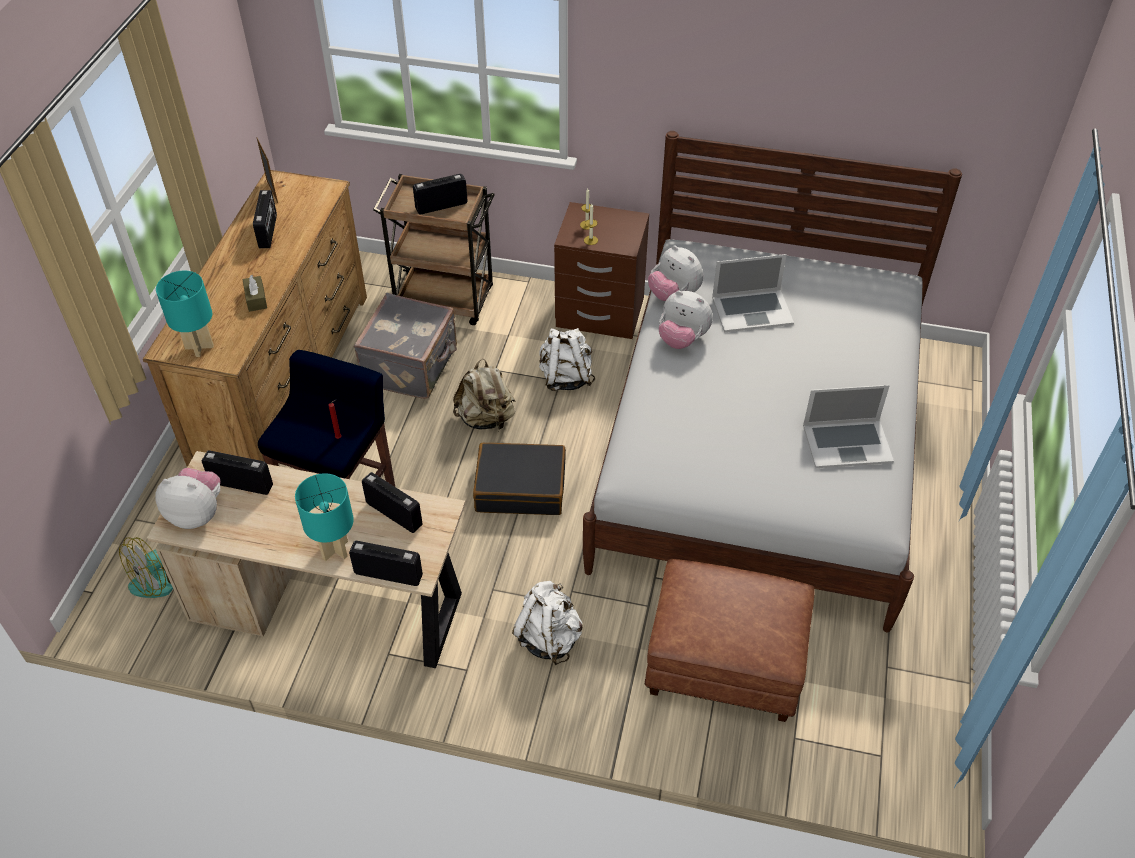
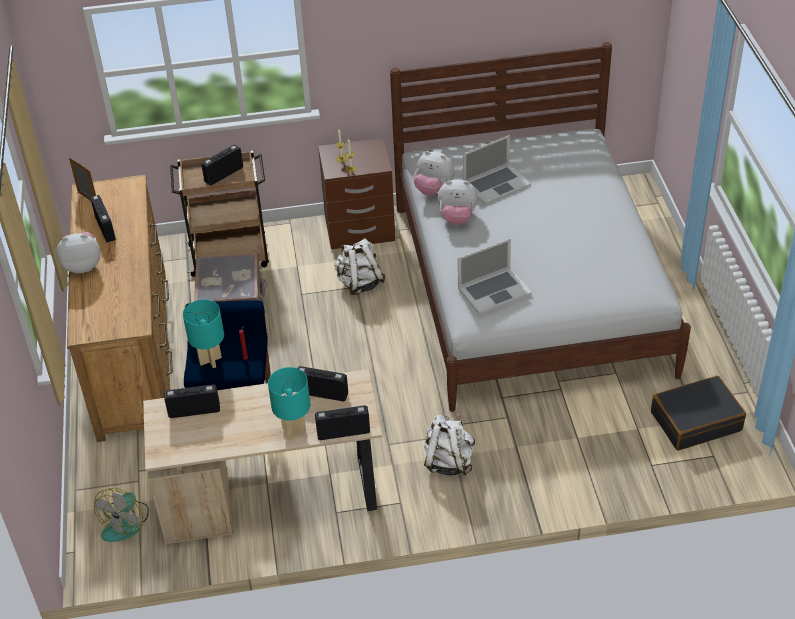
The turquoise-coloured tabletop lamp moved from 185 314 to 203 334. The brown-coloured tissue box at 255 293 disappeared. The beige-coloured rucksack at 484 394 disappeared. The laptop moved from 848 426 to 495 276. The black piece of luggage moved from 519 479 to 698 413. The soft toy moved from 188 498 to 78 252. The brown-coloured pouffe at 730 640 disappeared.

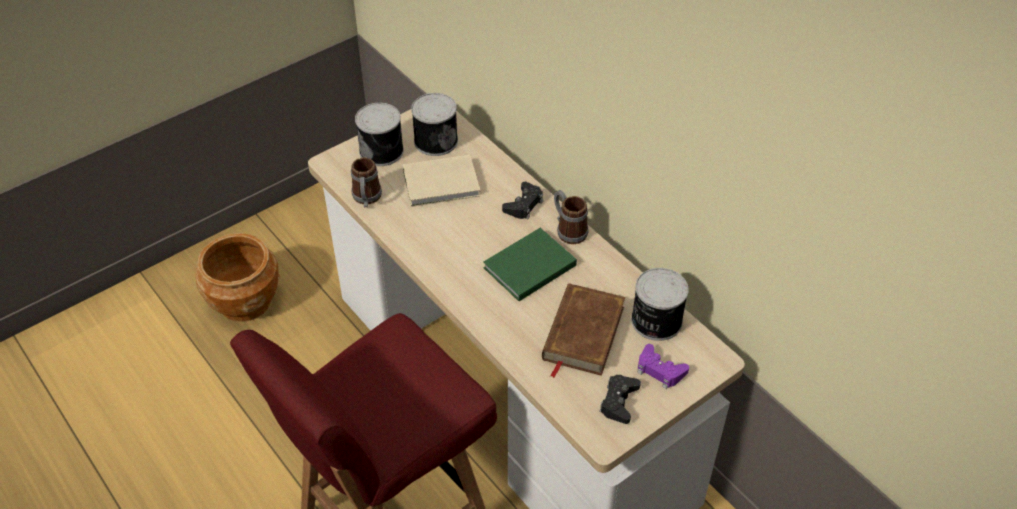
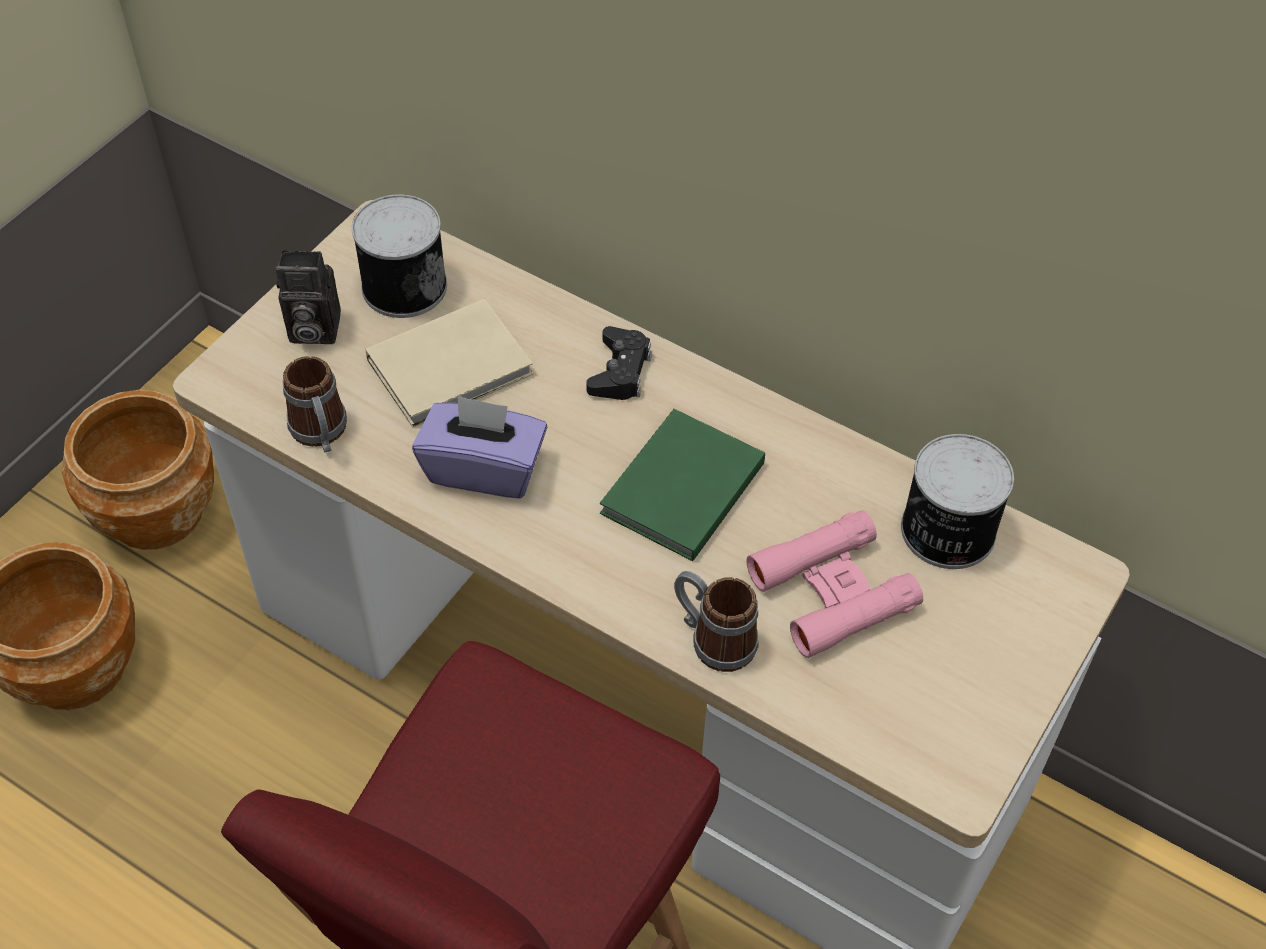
The metal can at 379 134 was replaced by the photo camera at 308 297. The tea mug moved from 571 217 to 716 621. The brown-coloured volume at 583 330 was replaced by the pink-coloured binoculars at 834 584. The purplish gamepad at 663 366 disappeared. The black gamepad at 620 399 disappeared. The brown-coloured planter at 138 470 appeared. The purplish tissue box at 479 447 appeared.

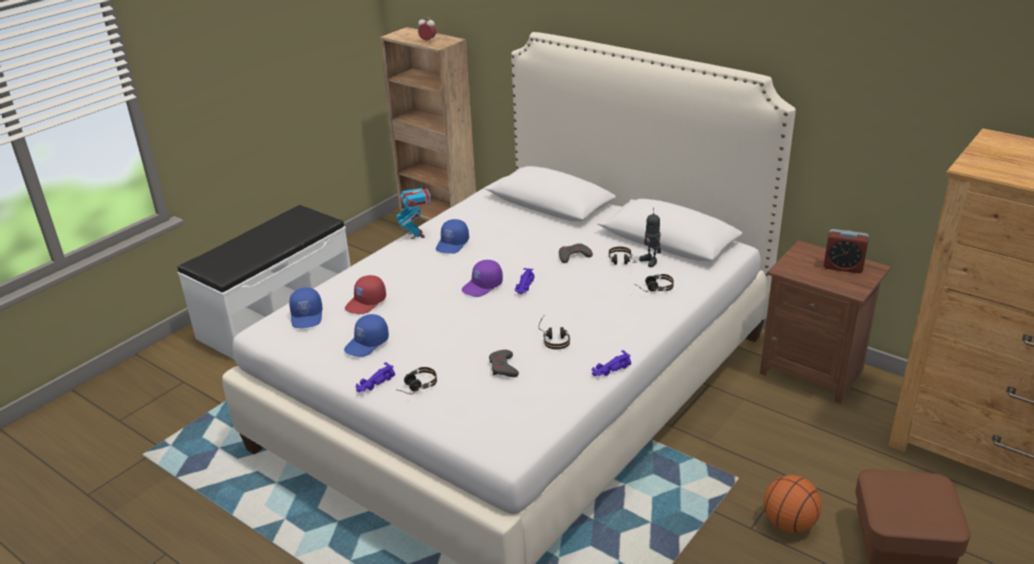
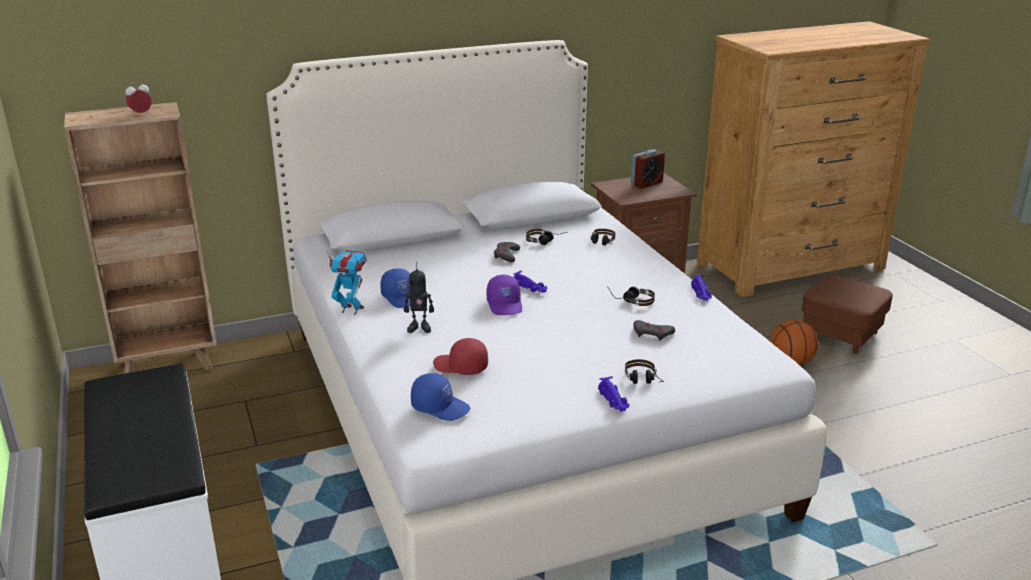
The toy robot moved from 650 237 to 419 297. The red-coloured baseball cap at 365 294 turned 135 degrees clockwise. The blue-coloured baseball cap at 366 335 disappeared.

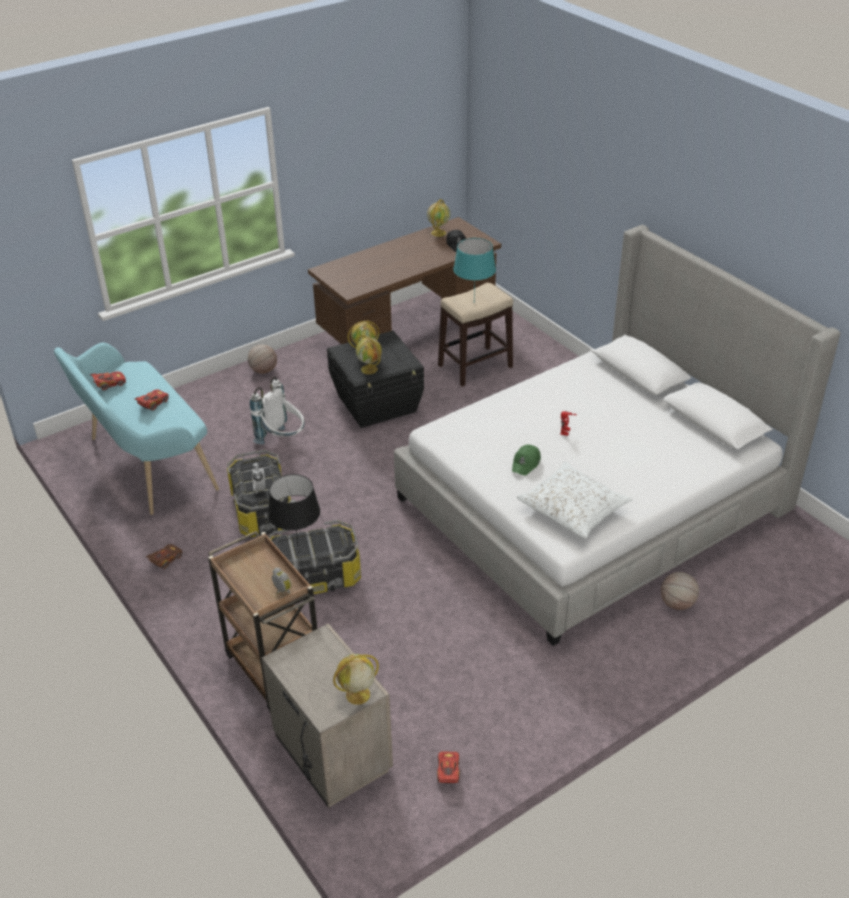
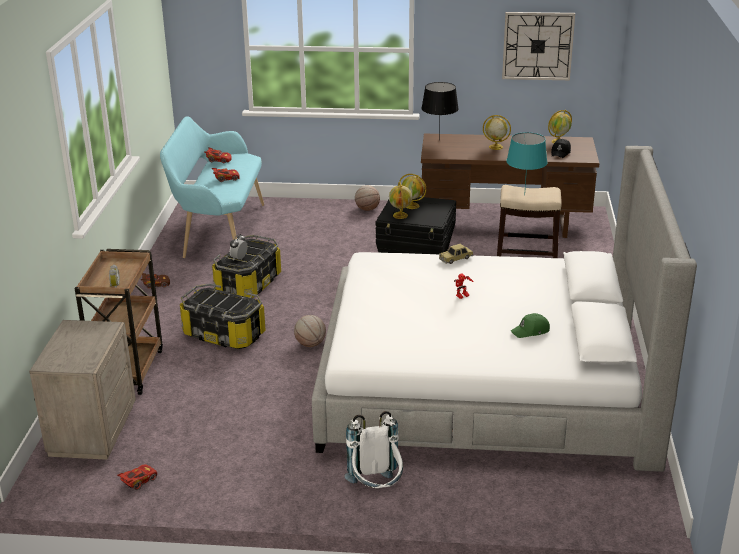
The whitish rucksack moved from 277 410 to 373 449. The greenish baseball cap moved from 526 460 to 530 325. The whitish pillow at 574 500 disappeared. The black tabletop lamp moved from 294 509 to 440 111. The basketball moved from 680 591 to 310 331. The world globe moved from 356 679 to 497 132. The hanging clock at 538 46 appeared. The model car at 456 254 appeared.

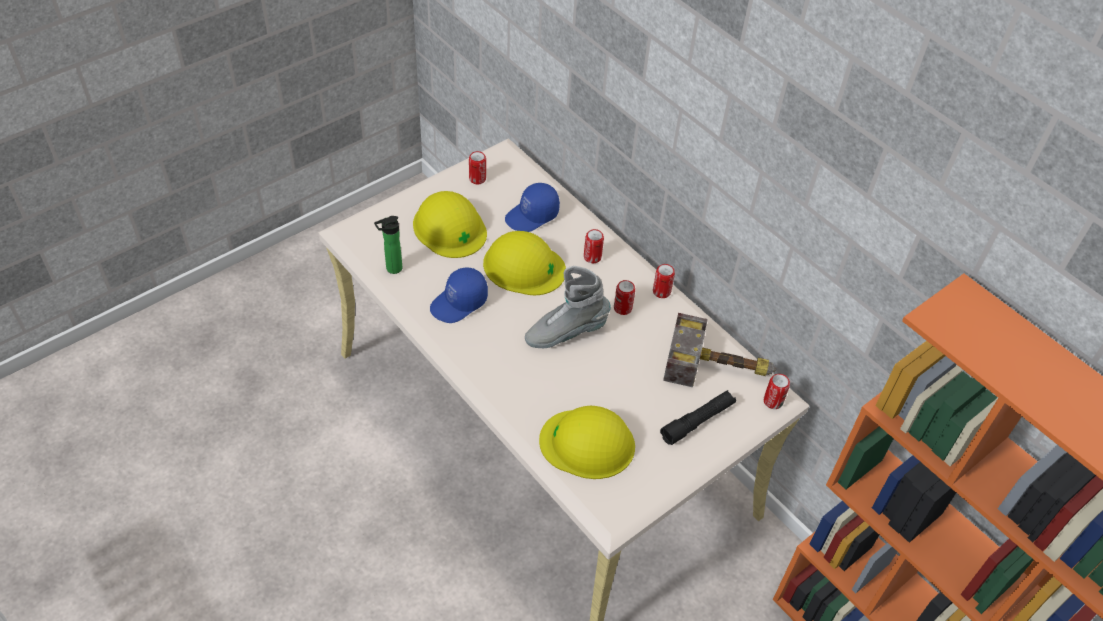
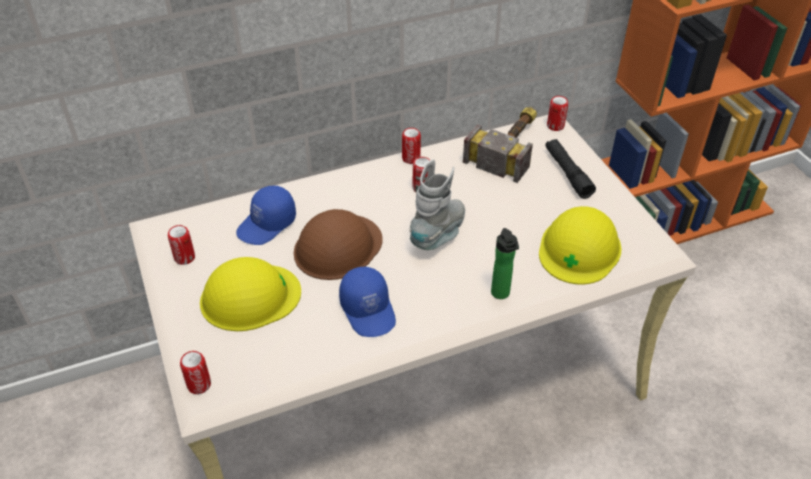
The blue-coloured baseball cap at 532 207 turned 60 degrees clockwise. The bottle moved from 388 245 to 505 263. The metal can moved from 594 246 to 195 372. The yellow-coloured safety helmet at 524 263 became the brown-coloured safety helmet at 338 244. The grey tall boot at 568 307 turned 150 degrees counterclockwise.

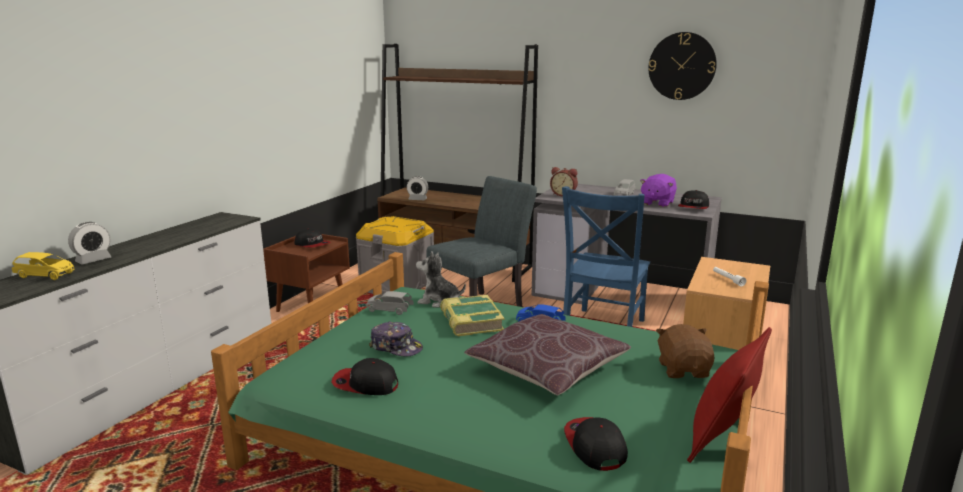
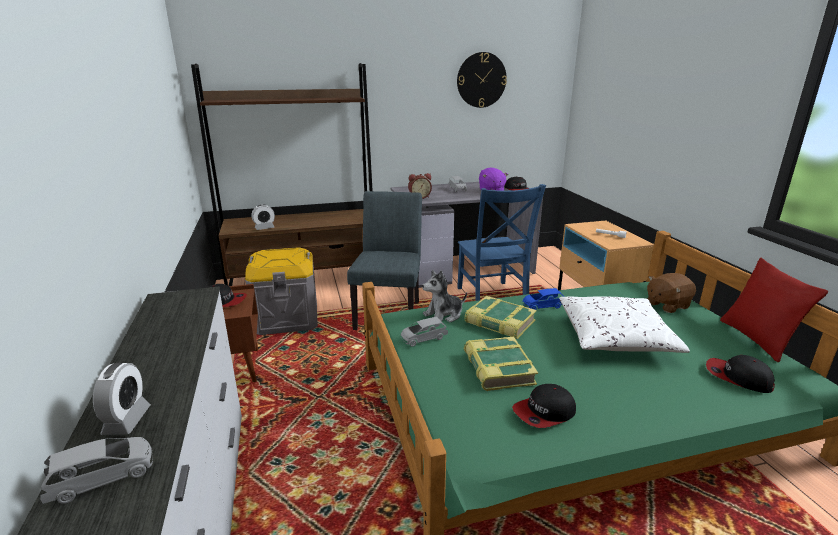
The yellow-coloured model car at 43 266 became the grey model car at 96 470. The brown-coloured pillow at 547 354 became the whitish pillow at 624 324. The baseball cap at 396 338 was replaced by the volume at 501 364. The brown-coloured soft toy at 685 351 turned 75 degrees counterclockwise.

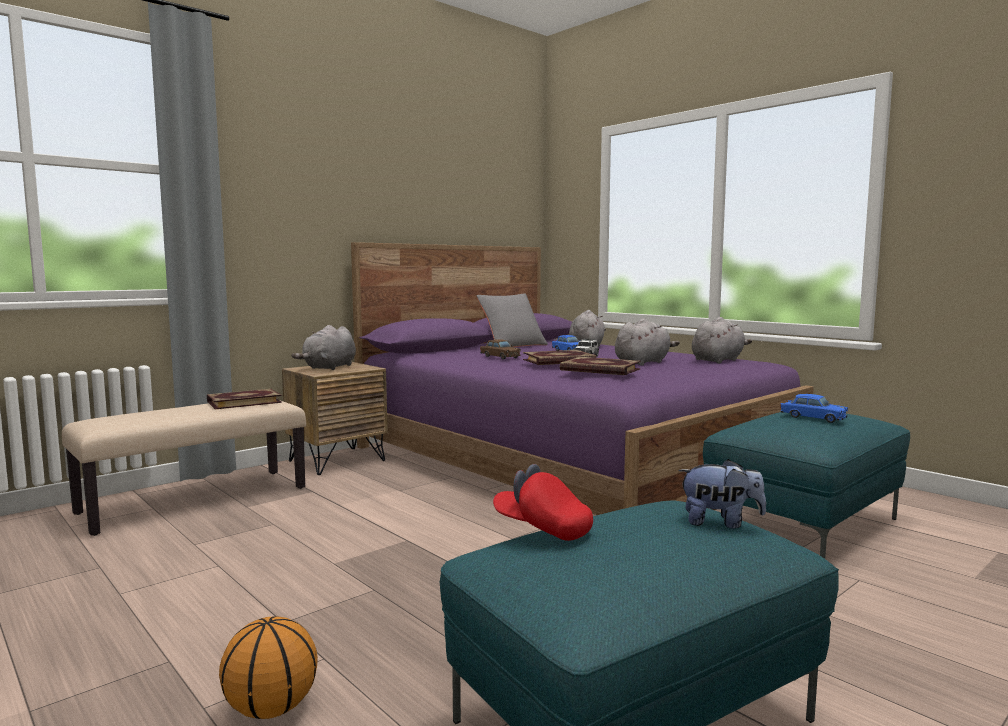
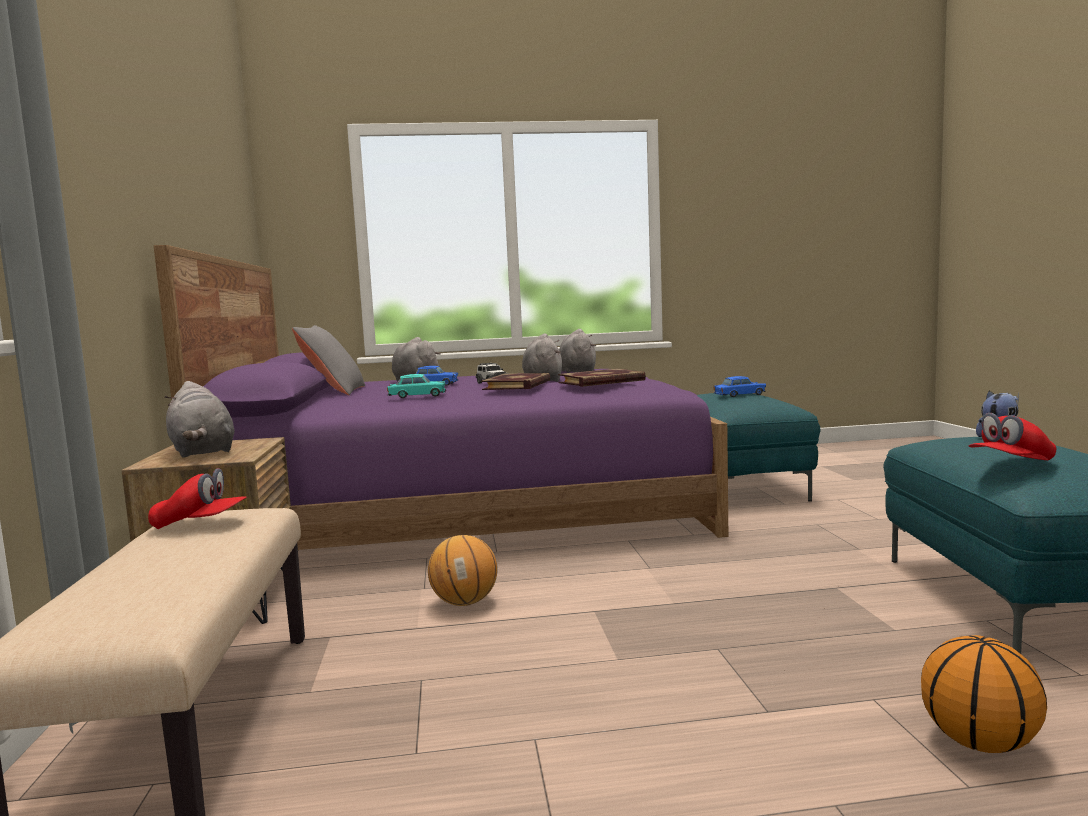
The brown-coloured model car at 500 349 became the turquoise-coloured model car at 416 386. The volume at 244 399 was replaced by the red-coloured baseball cap at 197 498. The basketball at 463 570 appeared.

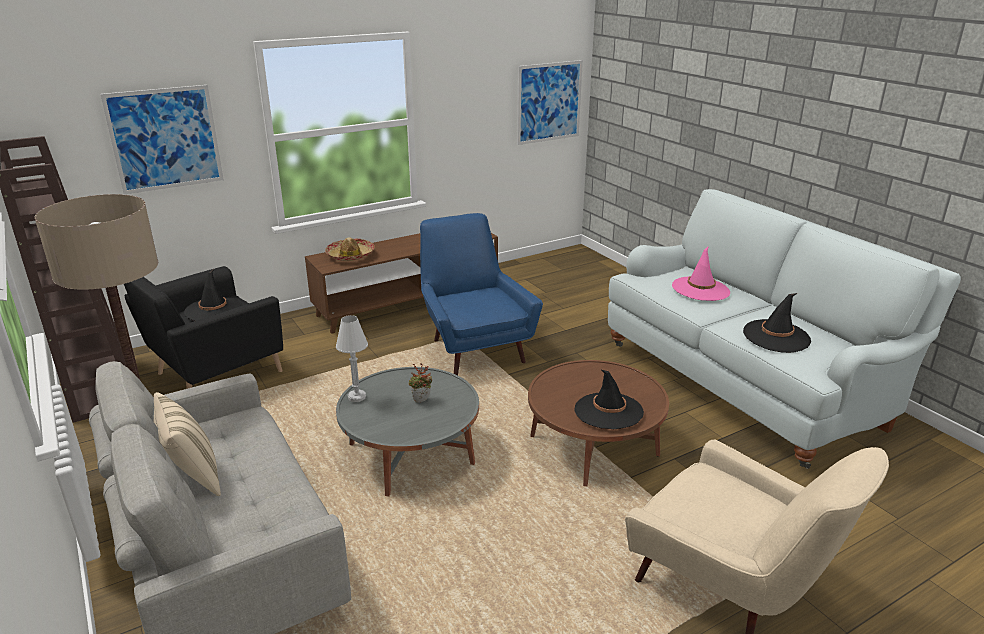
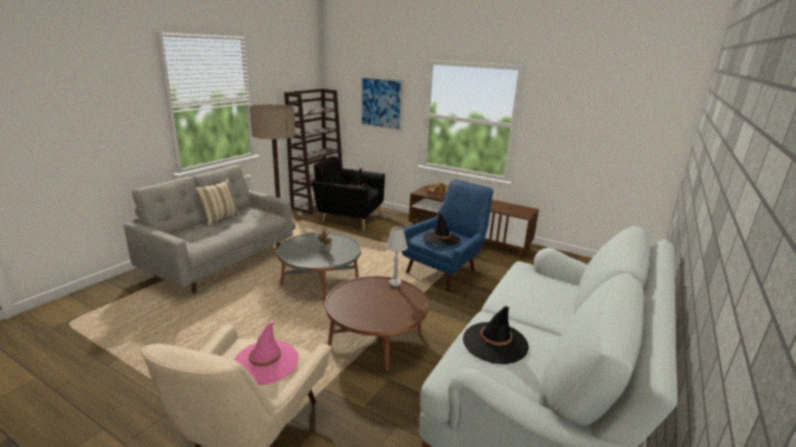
The wall picture at 550 102 disappeared. The pink-coloured clothing hat moved from 701 273 to 266 353. The whitish tabletop lamp moved from 352 358 to 397 256. The black clothing hat moved from 609 399 to 441 228.

